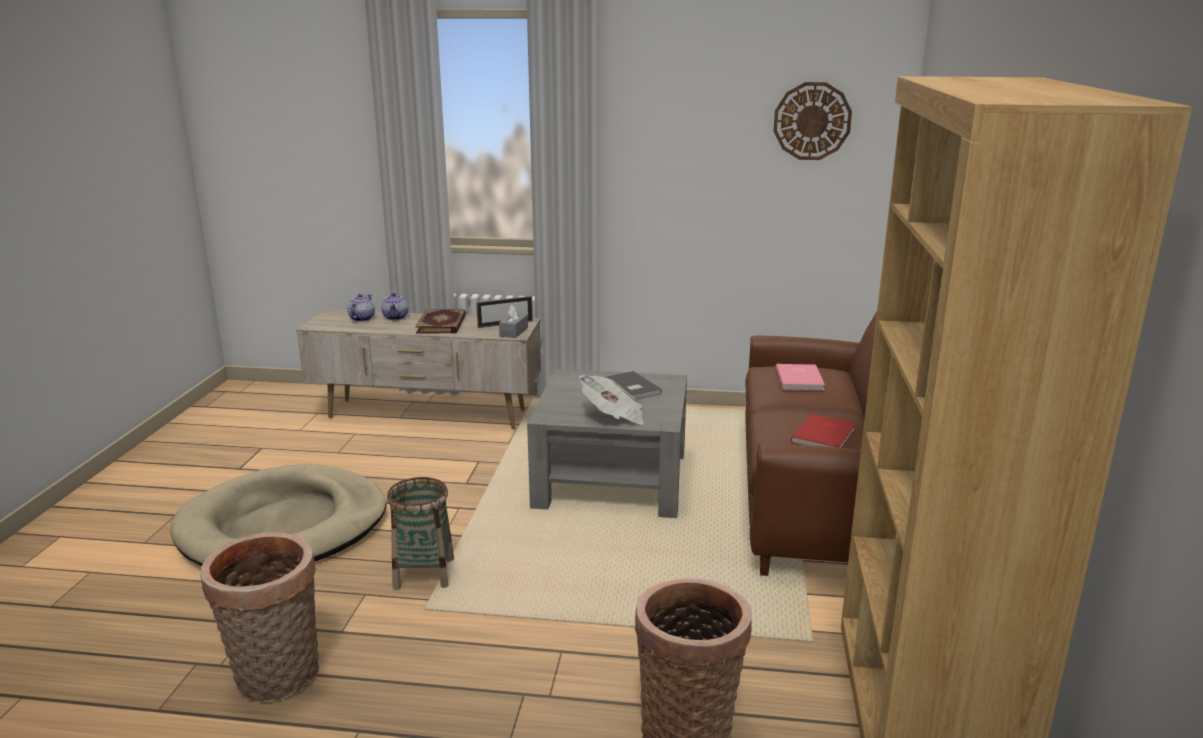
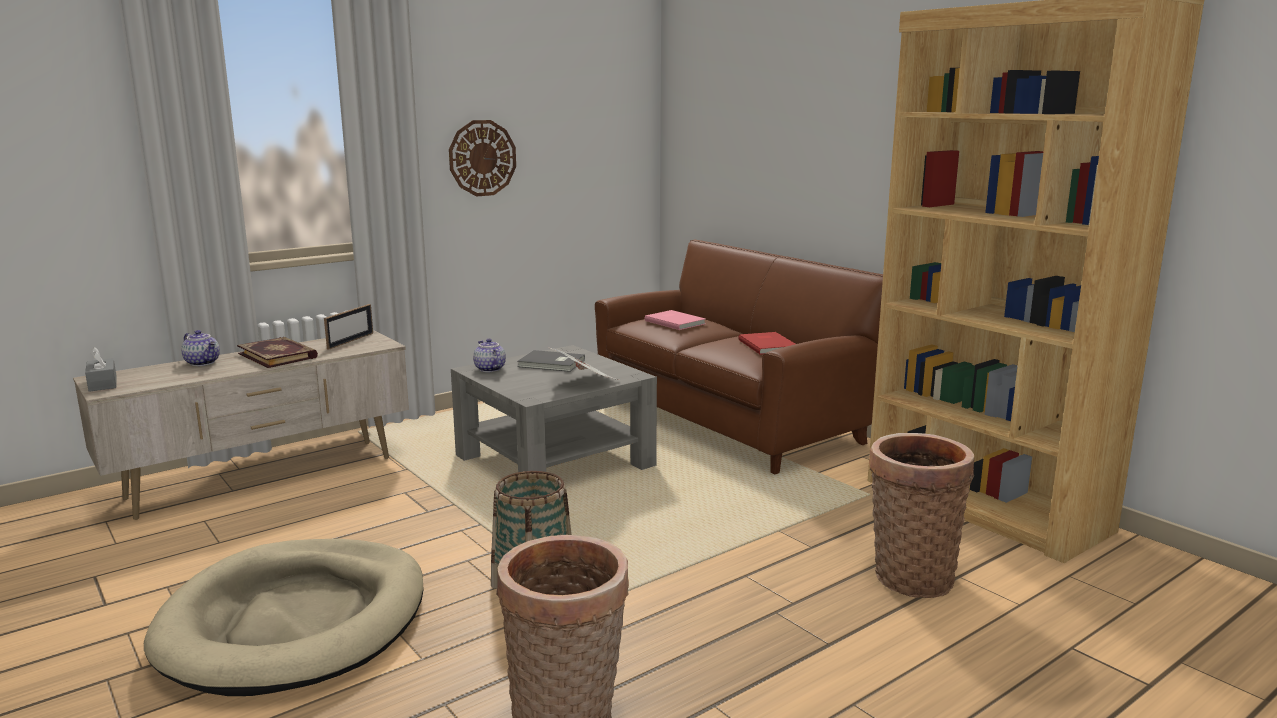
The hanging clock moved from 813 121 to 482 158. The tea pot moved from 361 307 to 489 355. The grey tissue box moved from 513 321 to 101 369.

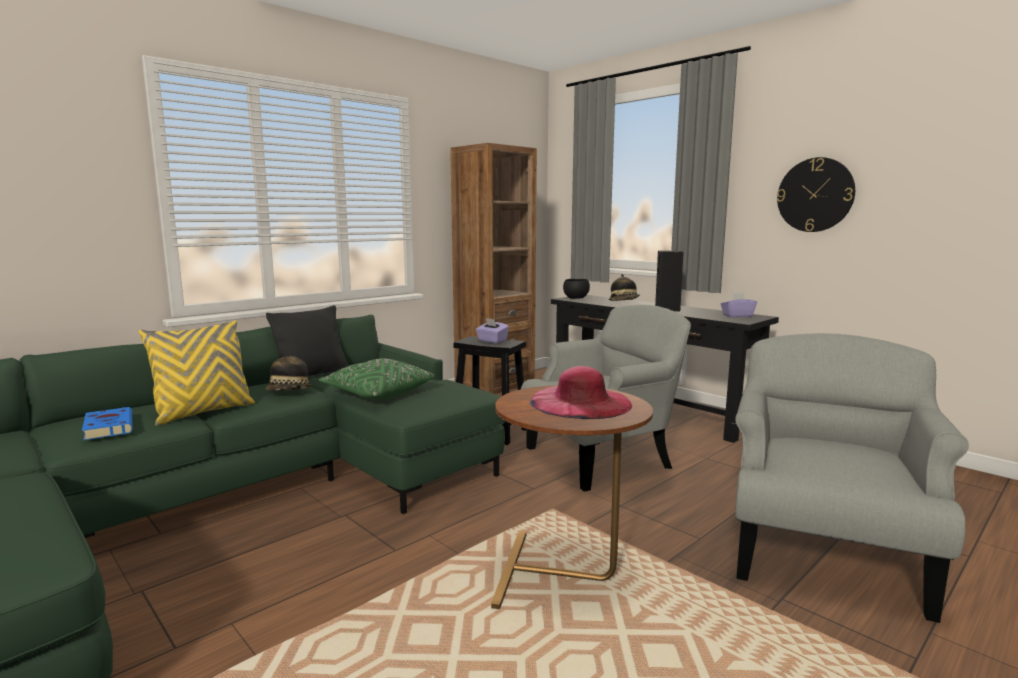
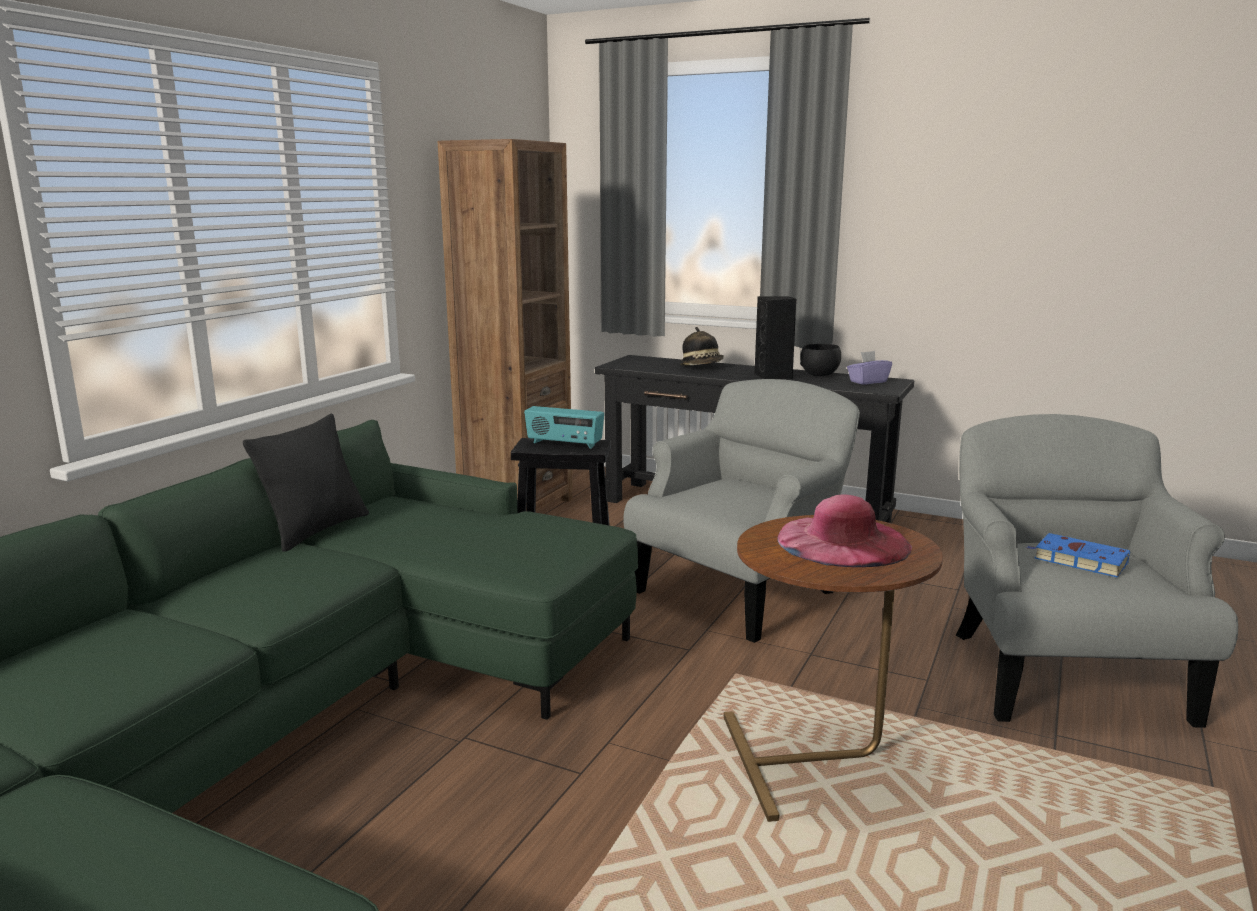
The hanging clock at 816 194 disappeared. The black deep dish moved from 576 289 to 820 360. The purplish tissue box at 492 330 was replaced by the radio at 564 427. The yellow-coloured pillow at 197 373 disappeared. The clothing hat at 289 371 disappeared. The greenish pillow at 377 378 disappeared. The blue-coloured volume moved from 107 423 to 1078 555.

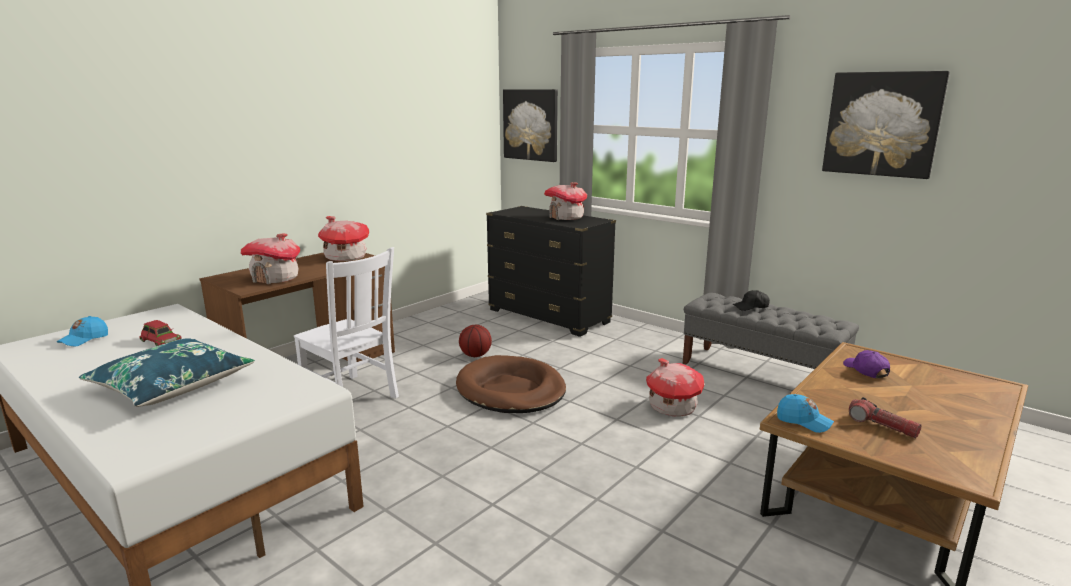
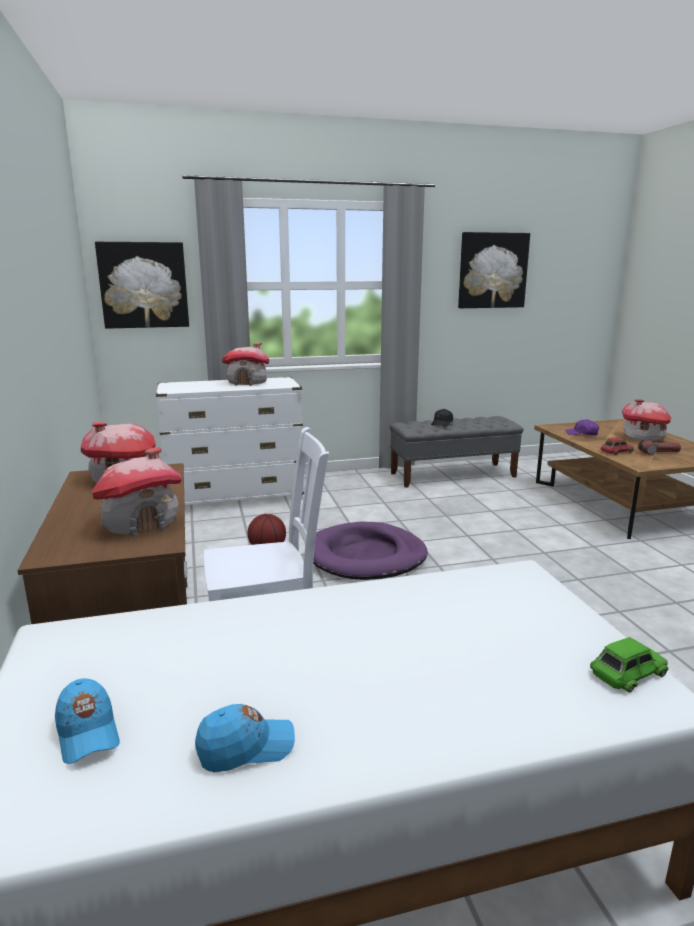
The black chest of drawers at 551 271 became the whitish chest of drawers at 230 441. The red-coloured model car moved from 160 333 to 617 446. The blue-coloured pillow at 167 372 disappeared. The brown-coloured pet bed at 511 384 became the purplish pet bed at 370 551. The model house moved from 675 387 to 646 420. The blue-coloured baseball cap moved from 805 413 to 245 738. The greenish model car at 629 664 appeared.

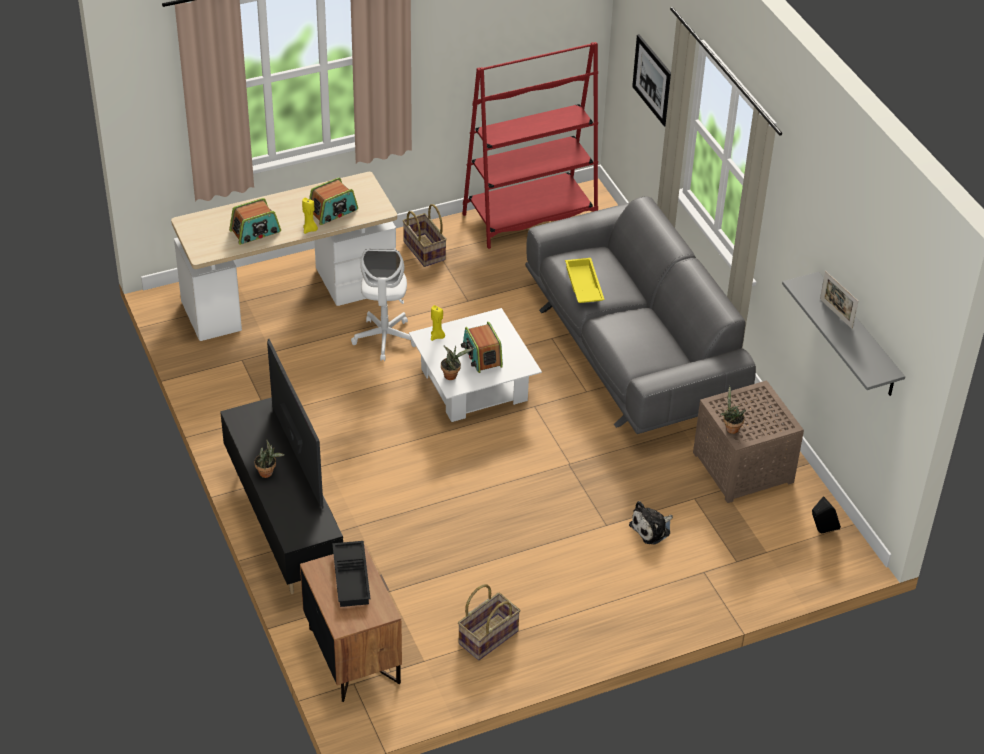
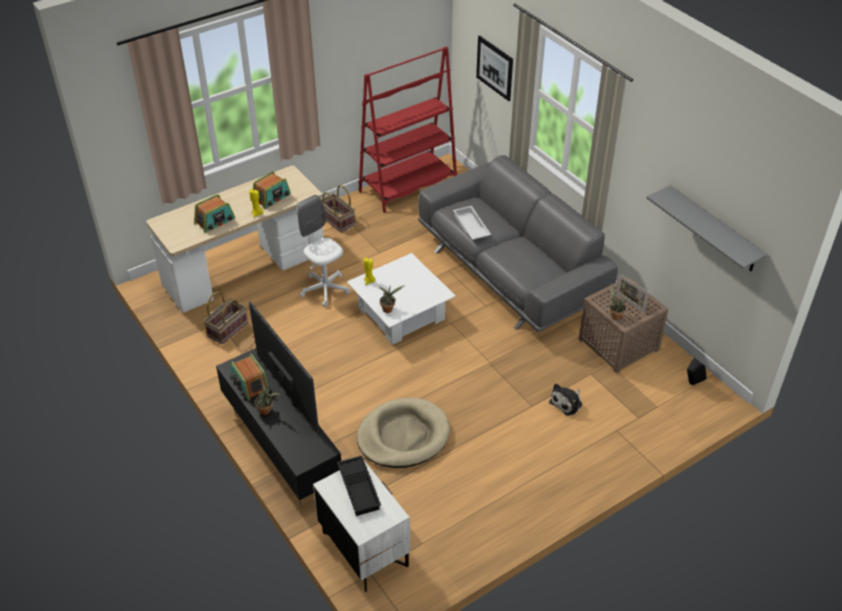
The whitish office chair at 383 305 turned 150 degrees clockwise. The yellow-coloured carrying tray at 584 280 became the whitish carrying tray at 472 223. The standing frame moved from 839 300 to 632 293. The radio moved from 482 347 to 249 377. The brown-coloured nightstand at 351 623 became the whitish nightstand at 361 526. The basket moved from 489 622 to 225 318. The beige-coloured pet bed at 403 433 appeared.

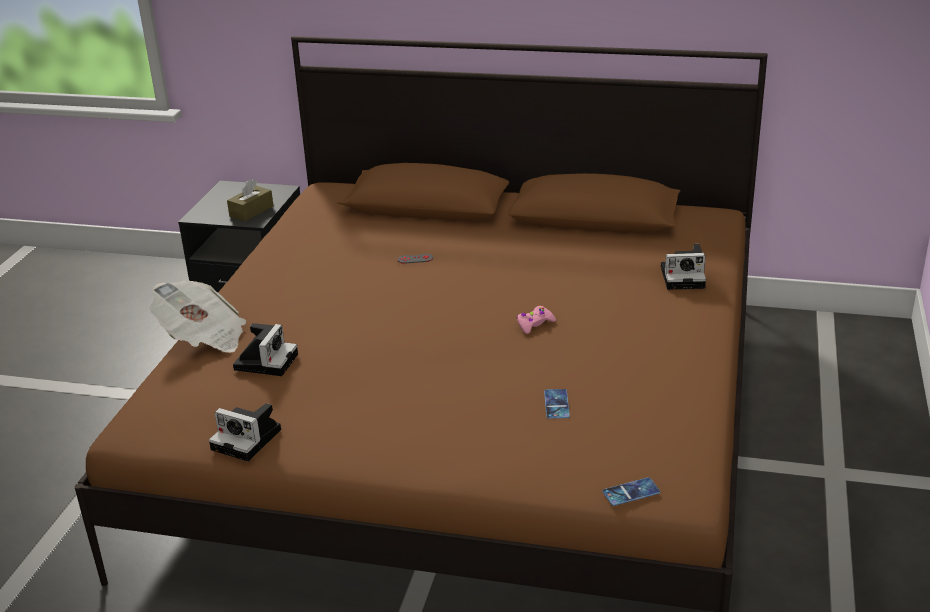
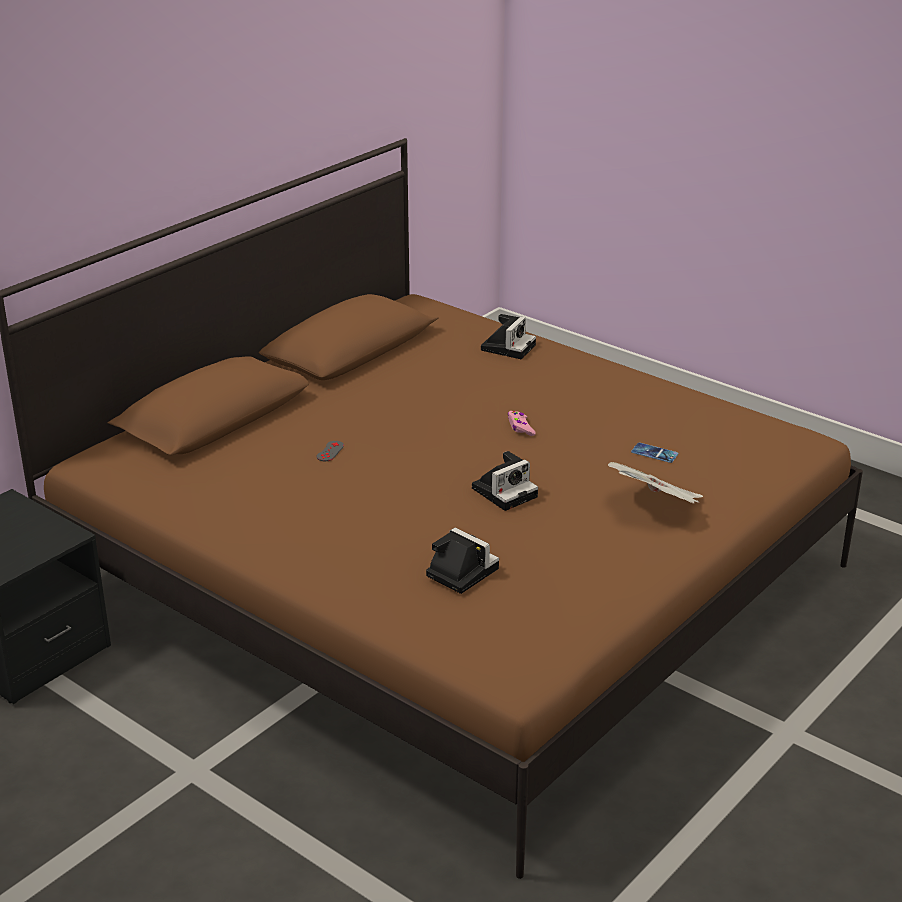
The brown-coloured tissue box at 250 200 disappeared. The newspaper moved from 198 317 to 655 482. The photo camera moved from 245 432 to 505 481. The telephone at 631 491 disappeared.

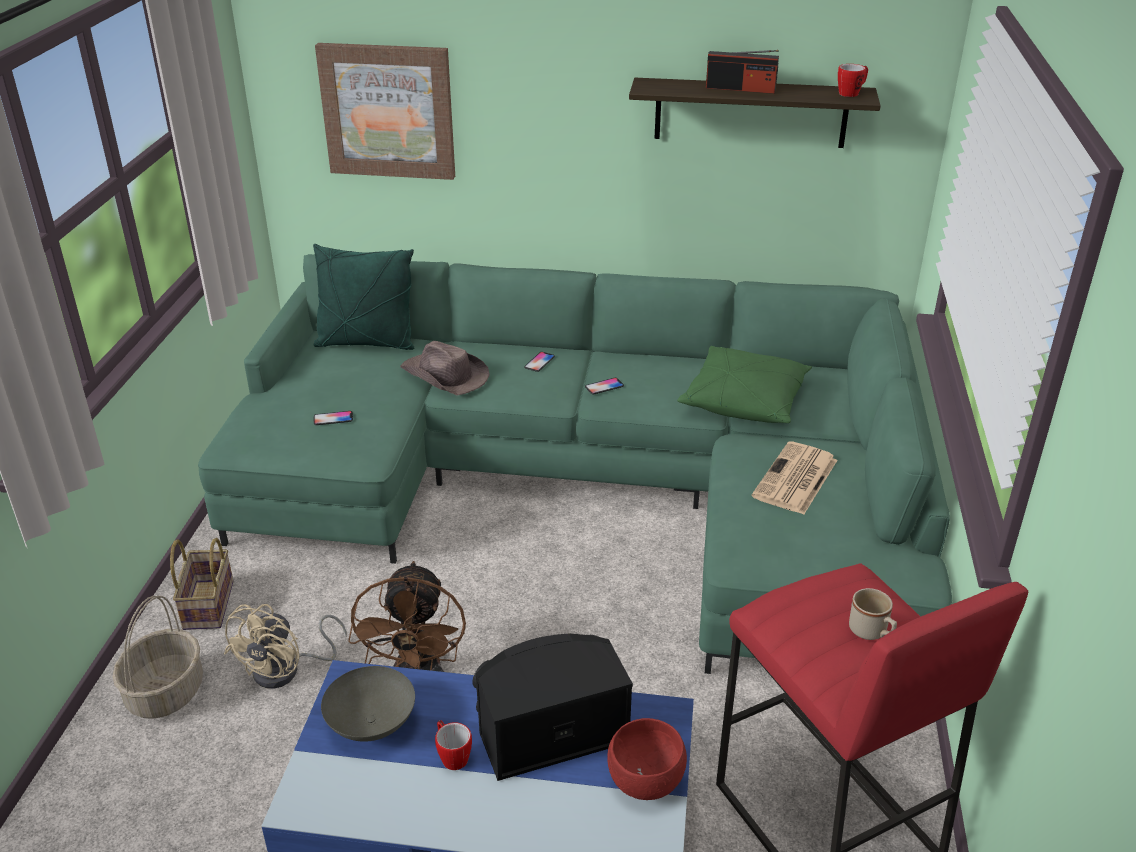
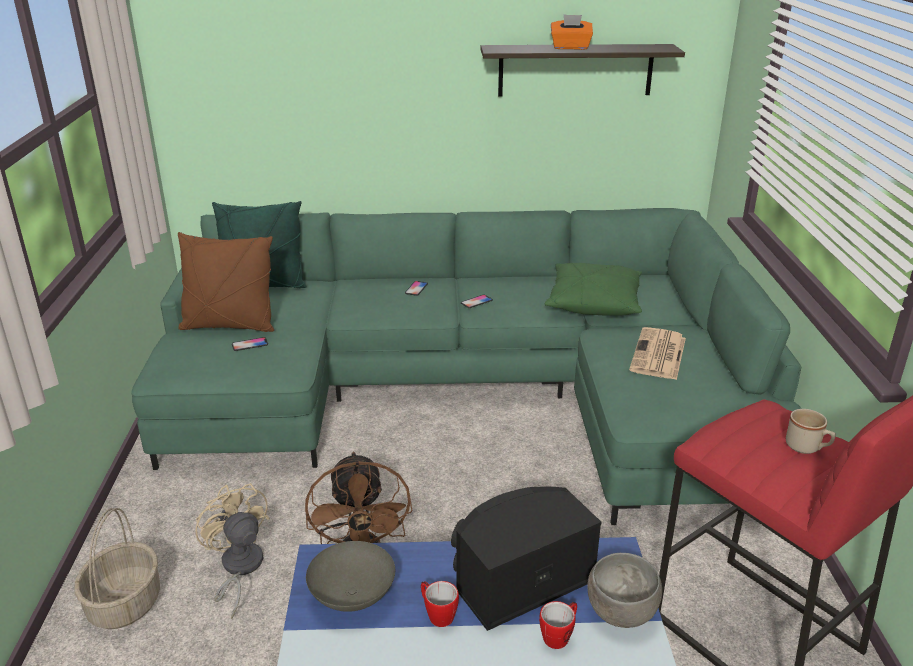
The wall picture at 385 111 disappeared. The radio at 742 72 was replaced by the orange-coloured tissue box at 572 32. The tea mug moved from 853 80 to 558 625. The brown-coloured clothing hat at 445 368 disappeared. The basket at 201 584 disappeared. The beige-coloured cooling fan at 285 646 turned 135 degrees clockwise. The red-coloured deep dish at 647 759 became the grey deep dish at 624 590. The brown-coloured pillow at 226 282 appeared.

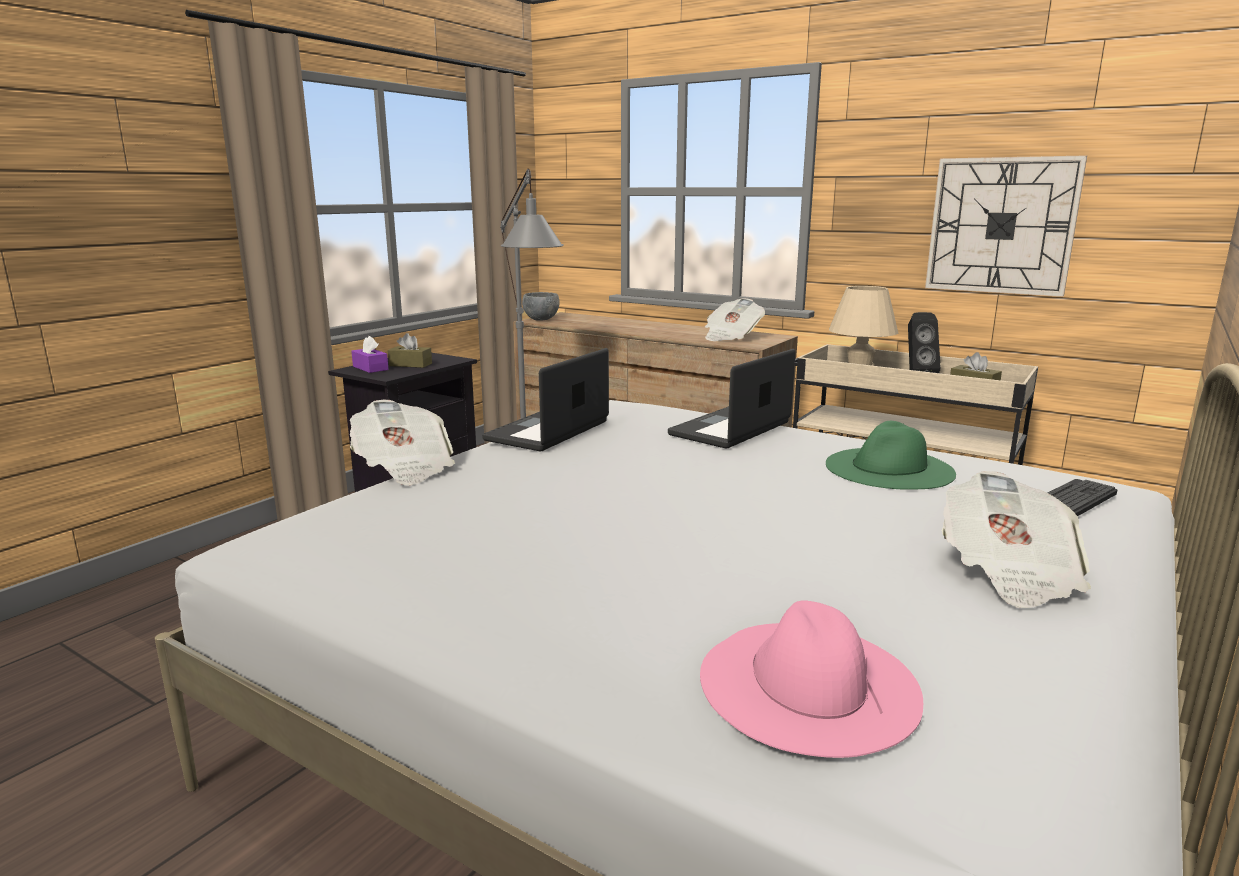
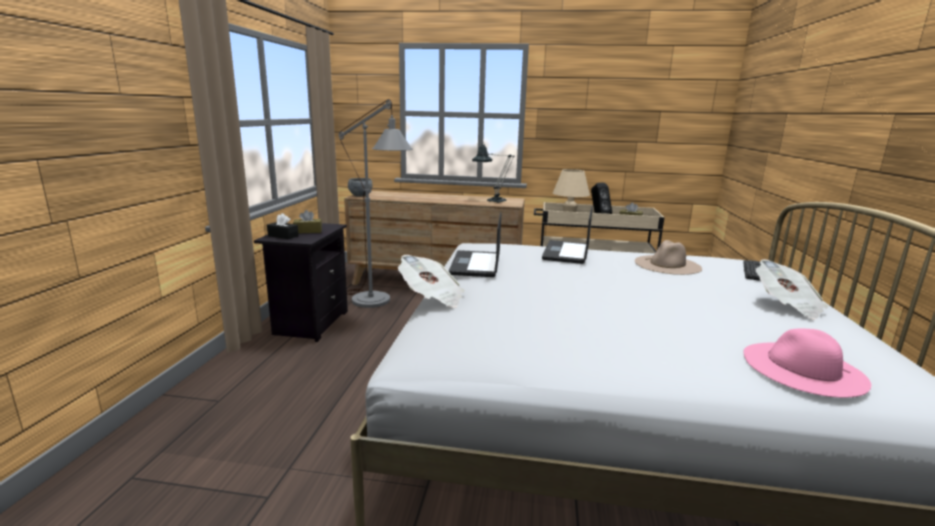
The hanging clock at 1006 226 disappeared. The newspaper at 735 319 was replaced by the tabletop lamp at 493 172. The purplish tissue box at 370 354 became the black tissue box at 283 226. The greenish clothing hat at 891 455 became the beige-coloured clothing hat at 668 257.

